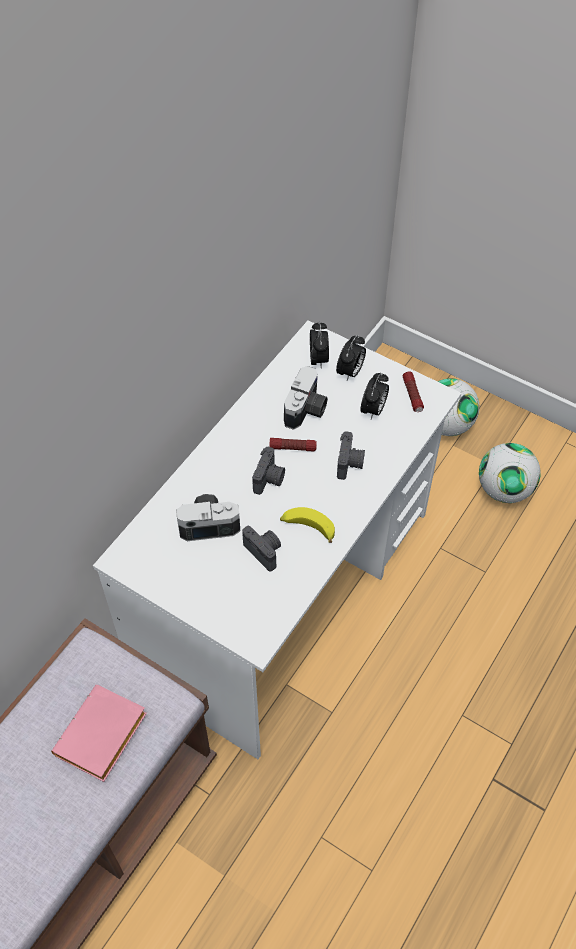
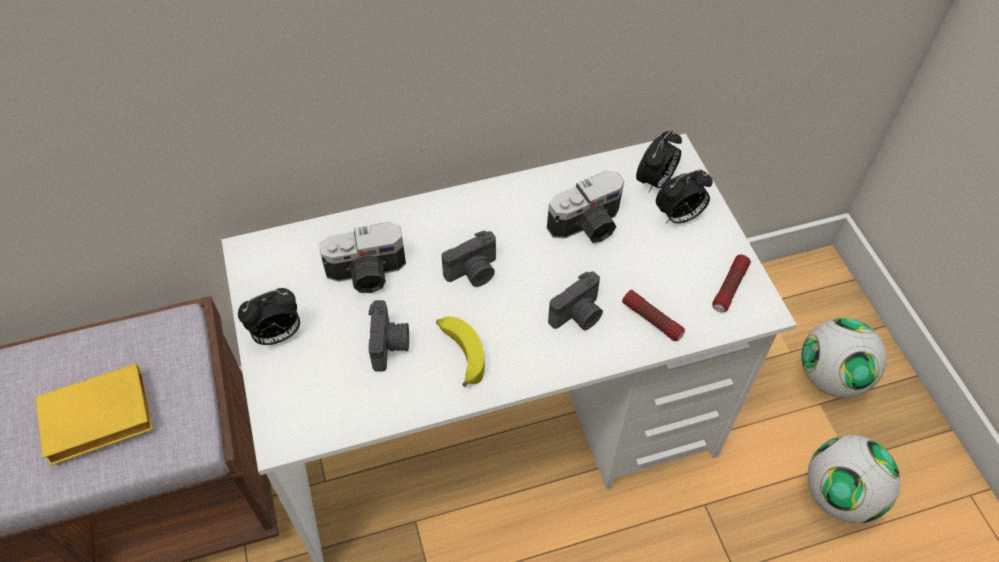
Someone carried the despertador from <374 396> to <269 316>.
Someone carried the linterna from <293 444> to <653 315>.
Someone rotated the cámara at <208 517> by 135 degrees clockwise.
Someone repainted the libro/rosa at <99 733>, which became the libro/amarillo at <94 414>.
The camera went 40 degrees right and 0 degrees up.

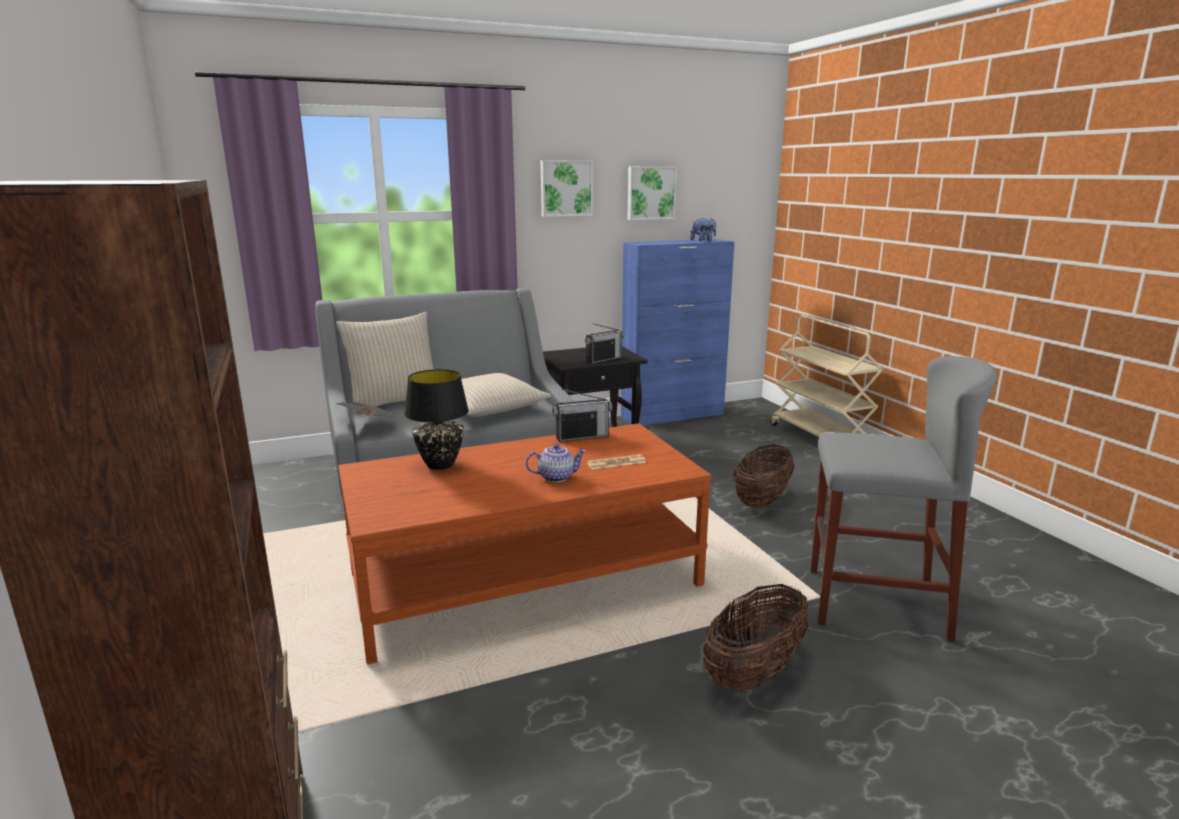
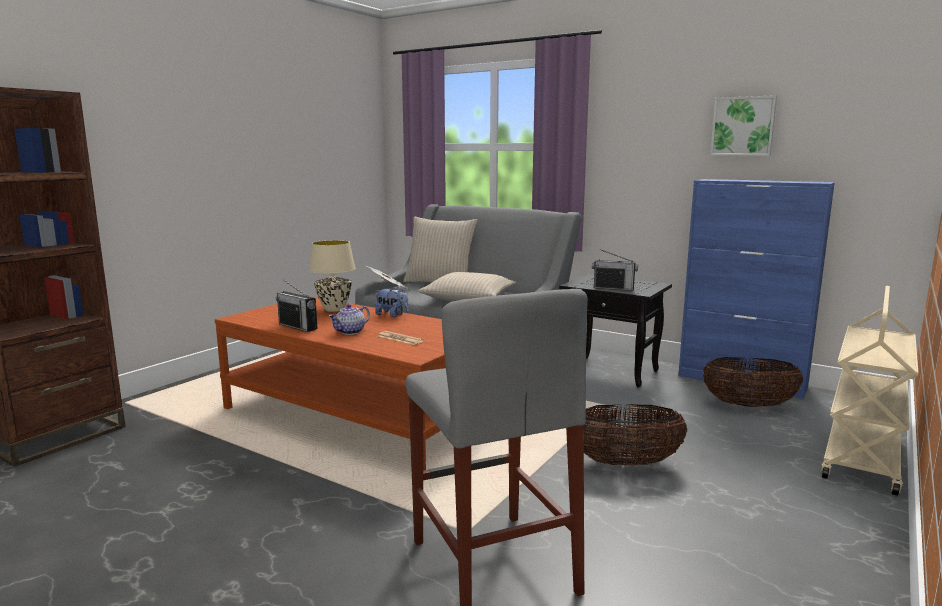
Someone took away the cuadro at <567 188>.
Someone carried the peluche from <703 229> to <392 302>.
Someone repainted the lámpara de mesa/negro at <436 419>, which became the lámpara de mesa/beis at <332 276>.
Someone carried the radio from <582 415> to <296 305>.
Someone rotated the tetera at <556 463> by 90 degrees clockwise.
Someone carried the cesta from <755 637> to <752 382>.
The camera went 55 degrees right and 5 degrees down.

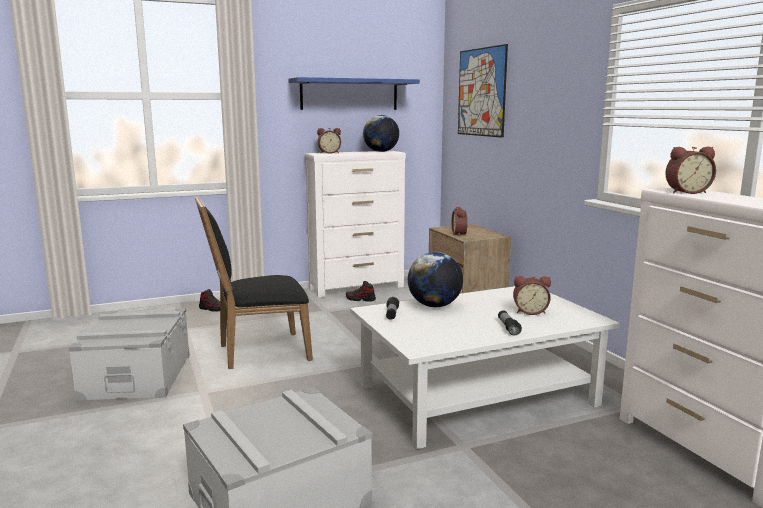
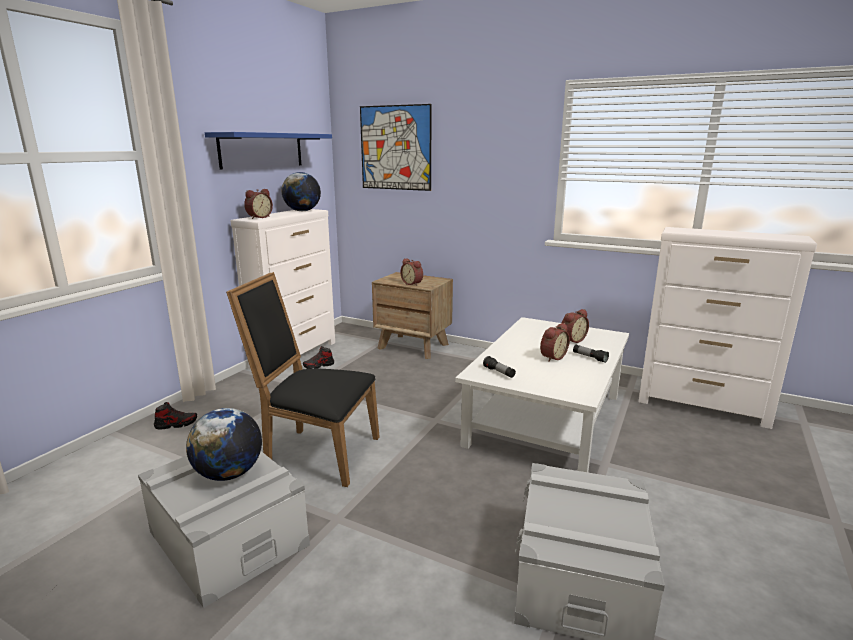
Someone carried the despertador from <690 170> to <555 342>.
Someone rotated the silla/negro at <254 282> by 75 degrees clockwise.
Someone carried the globo terráqueo from <435 279> to <224 444>.
The camera went 40 degrees left and 5 degrees up.

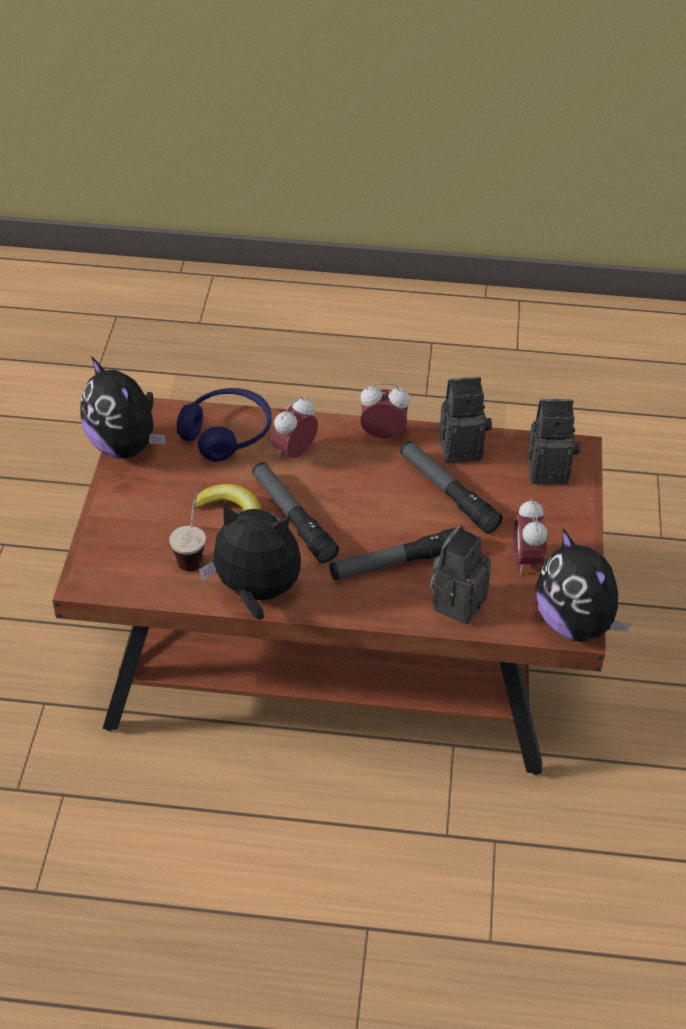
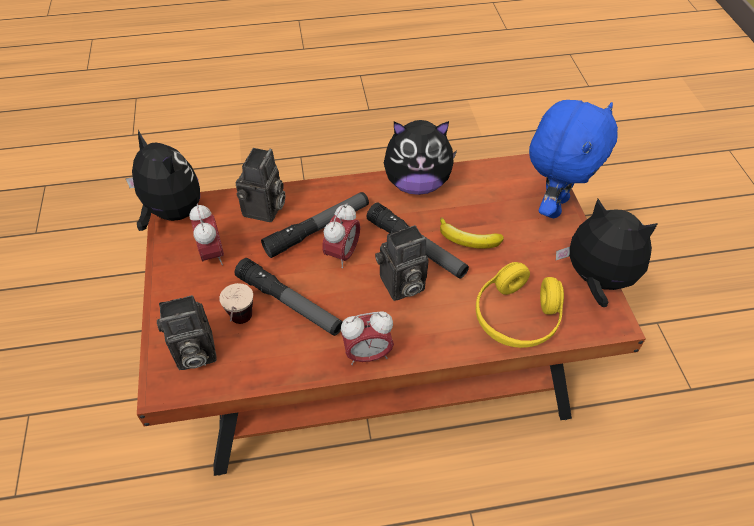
Someone carried the cámara from <466 420> to <402 263>.
Someone repainted the auriculares/azul at <224 425>, which became the auriculares/amarillo at <520 305>.
Someone carried the despertador from <294 428> to <341 235>.
Someone carried the taza from <187 529> to <236 303>.
Someone put down the peluche/azul at <573 159>.
The camera went 165 degrees right and 5 degrees up.

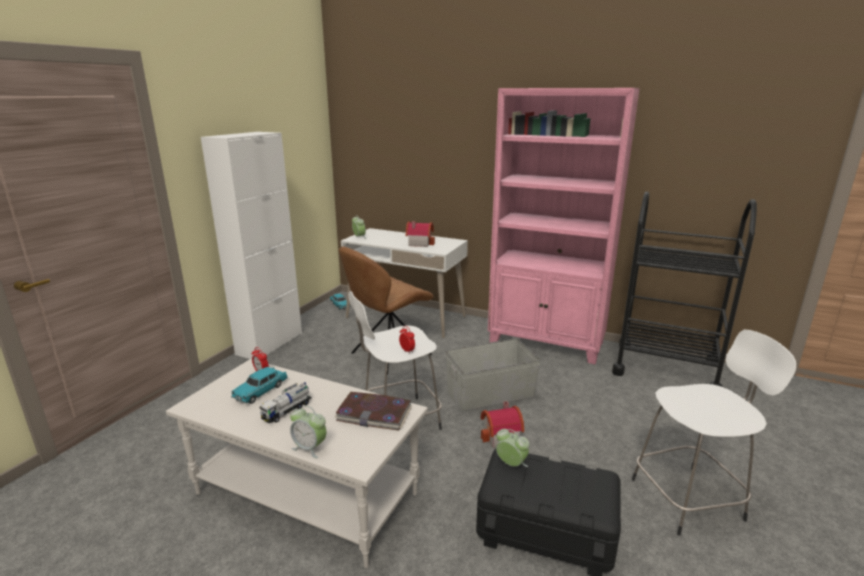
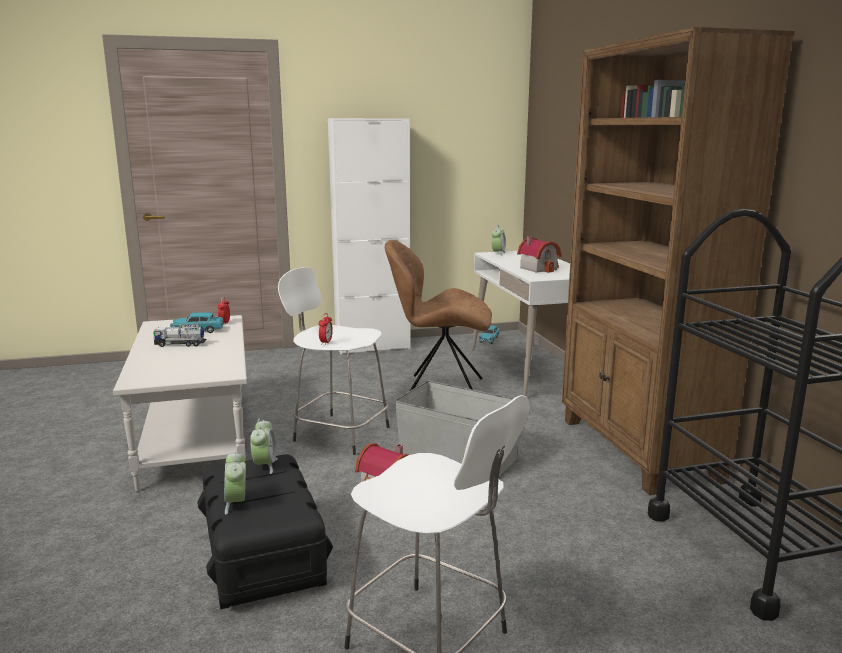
Someone repainted the estantería/rosa at <564 226>, which became the estantería/marrón at <678 261>.
Someone took away the libro at <373 411>.
Someone carried the despertador from <308 432> to <235 482>.
The camera went 50 degrees right and 5 degrees down.

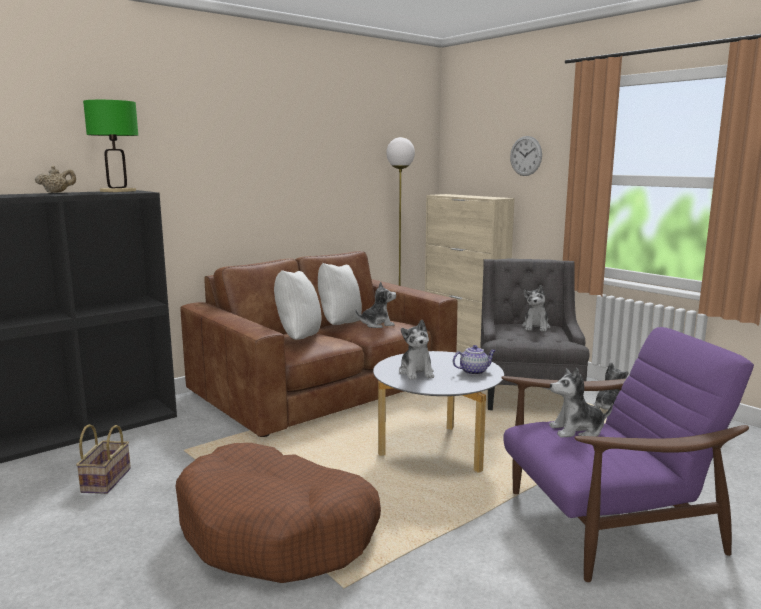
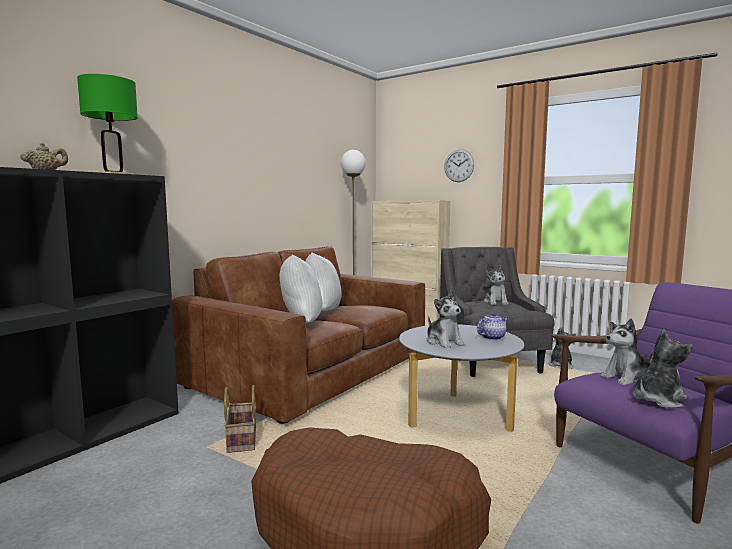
Someone carried the peluche from <375 305> to <662 368>.
Someone carried the cesta from <103 459> to <240 419>.
The camera went 15 degrees left and 5 degrees down.

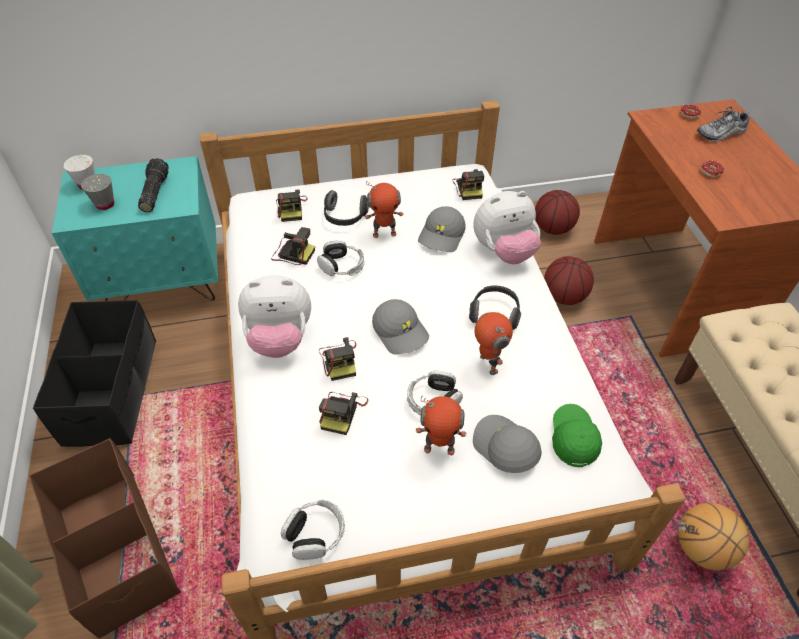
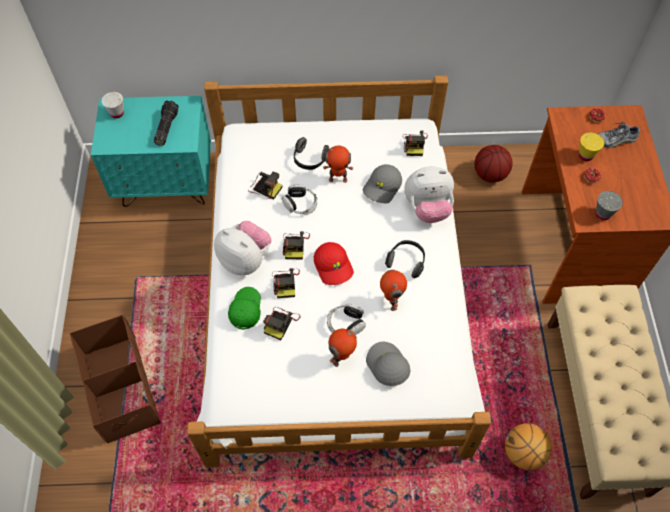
Someone carried the taza/gris from <97 192> to <609 205>.
Someone carried the cámara from <292 205> to <296 245>.
Someone took away the balón de baloncesto at <569 280>.
Someone rotated the peluche at <274 316> by 150 degrees counterclockwise.
Someone repainted the gorra/gris at <400 326>, which became the gorra/rojo at <334 263>.
Someone took away the caja de almacenaje/negro at <94 373>.
Someone rotated the robot de juguete at <441 425> by 120 degrees clockwise.
Someone carried the gorra/verde from <577 435> to <244 308>.
Someone took away the auriculares at <313 530>.
Someone put down the taza/amarillo at <591 146>.
The camera went 10 degrees right and 10 degrees up.

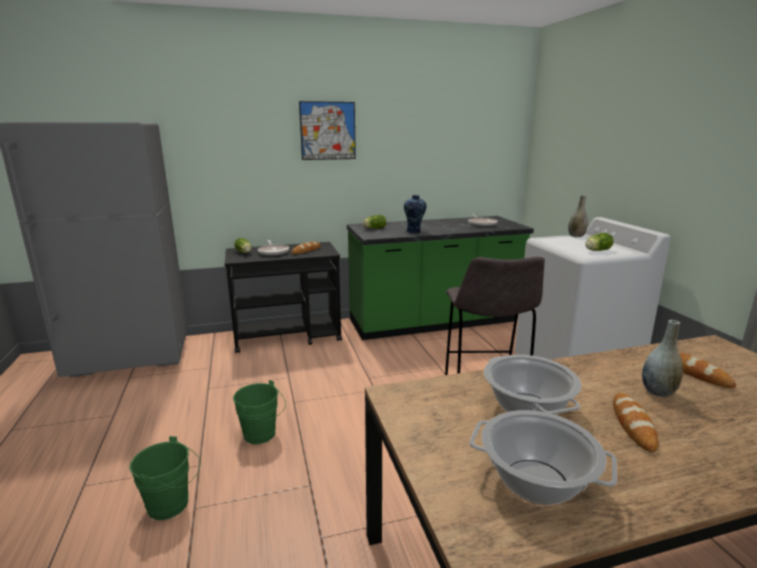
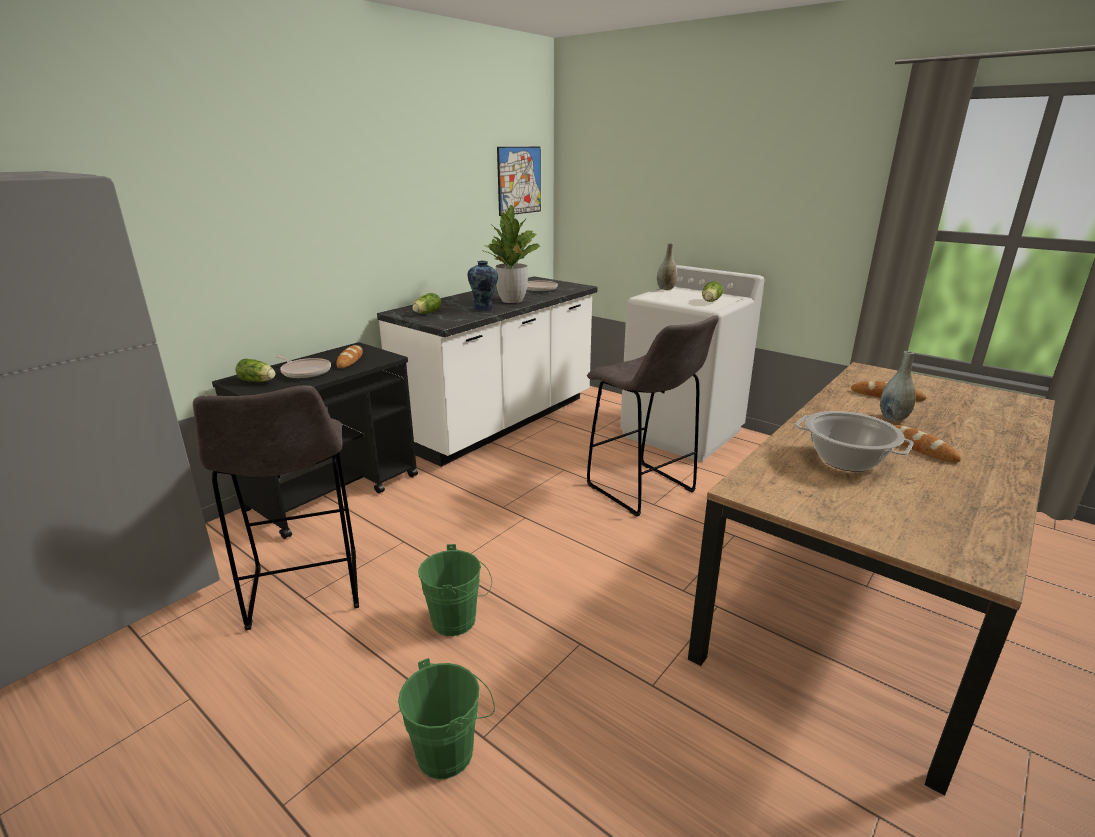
Someone carried the cuadro from <327 130> to <519 181>.
Someone repainted the mueble bajo de cocina/verde at <440 278>, which became the mueble bajo de cocina/blanco at <487 371>.
Someone took away the olla at <543 457>.
Someone put down the planta en maceta at <510 254>.
Someone put down the taburete/gris at <276 508>.
The camera went 35 degrees left and 5 degrees up.

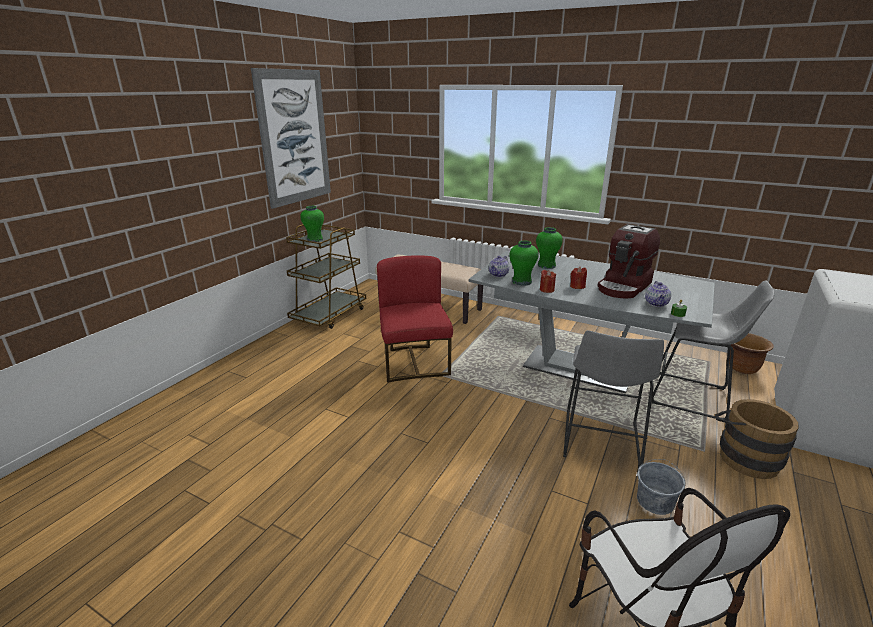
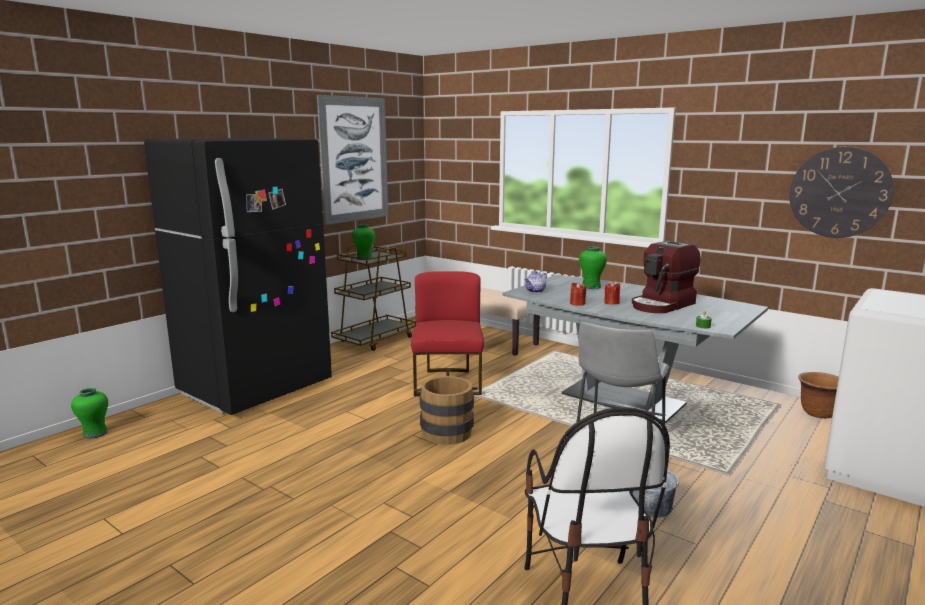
Someone carried the florero/verde from <524 263> to <89 413>.
Someone took away the taburete/gris at <713 350>.
Someone took away the tetera at <658 294>.
Someone carried the cubo/marrón from <757 439> to <446 410>.
Someone put down the nevera/negro at <238 276>.
Someone put up the reloj de pared at <842 192>.
The camera went 10 degrees right and 10 degrees down.

